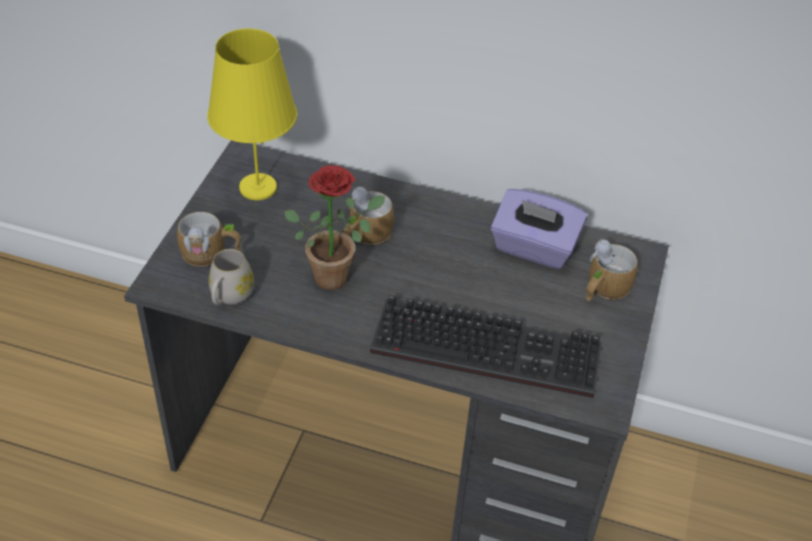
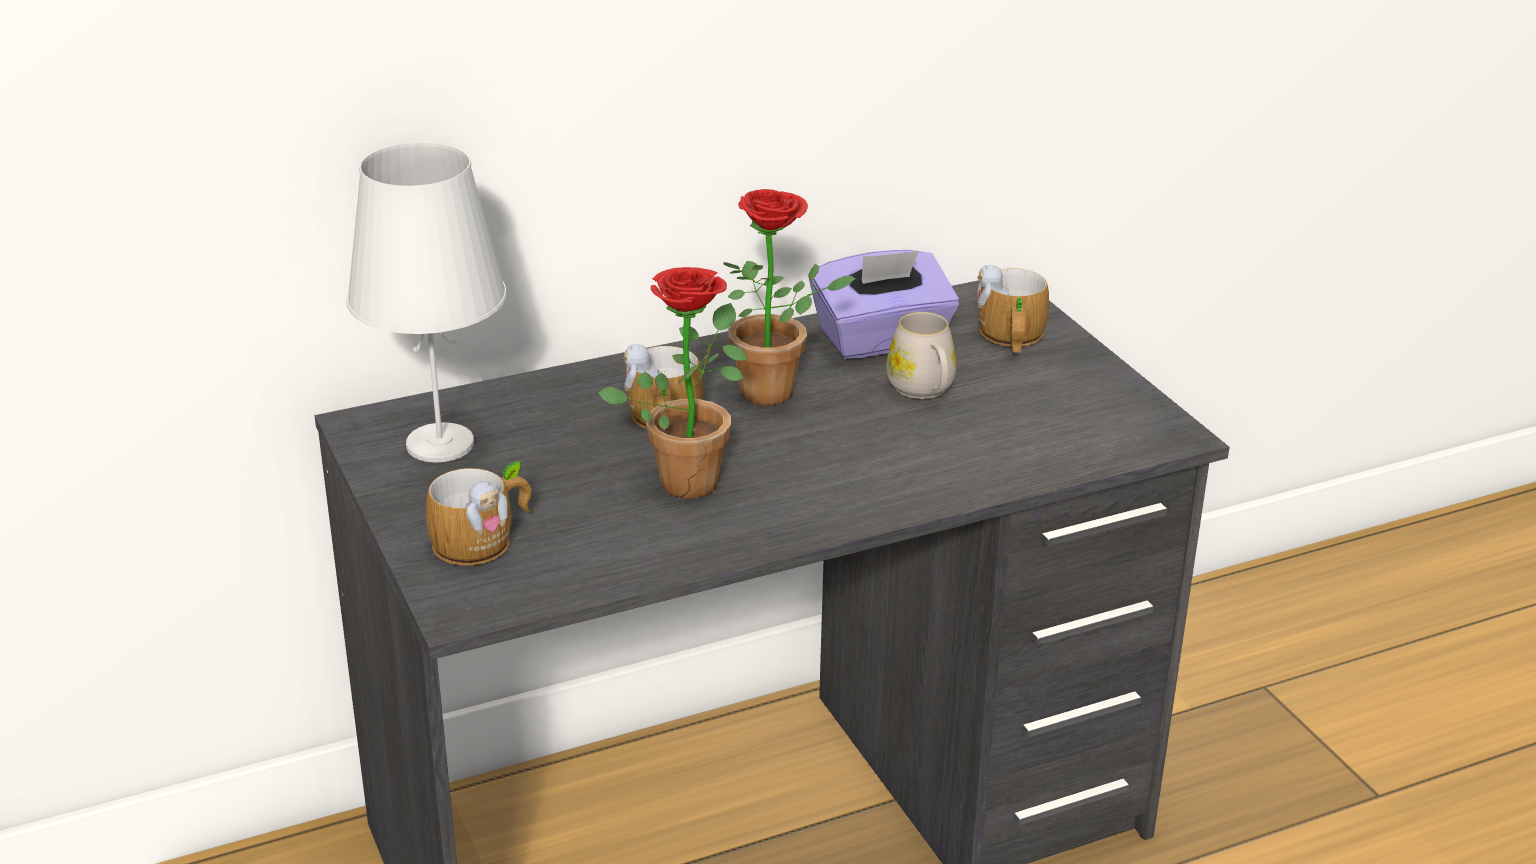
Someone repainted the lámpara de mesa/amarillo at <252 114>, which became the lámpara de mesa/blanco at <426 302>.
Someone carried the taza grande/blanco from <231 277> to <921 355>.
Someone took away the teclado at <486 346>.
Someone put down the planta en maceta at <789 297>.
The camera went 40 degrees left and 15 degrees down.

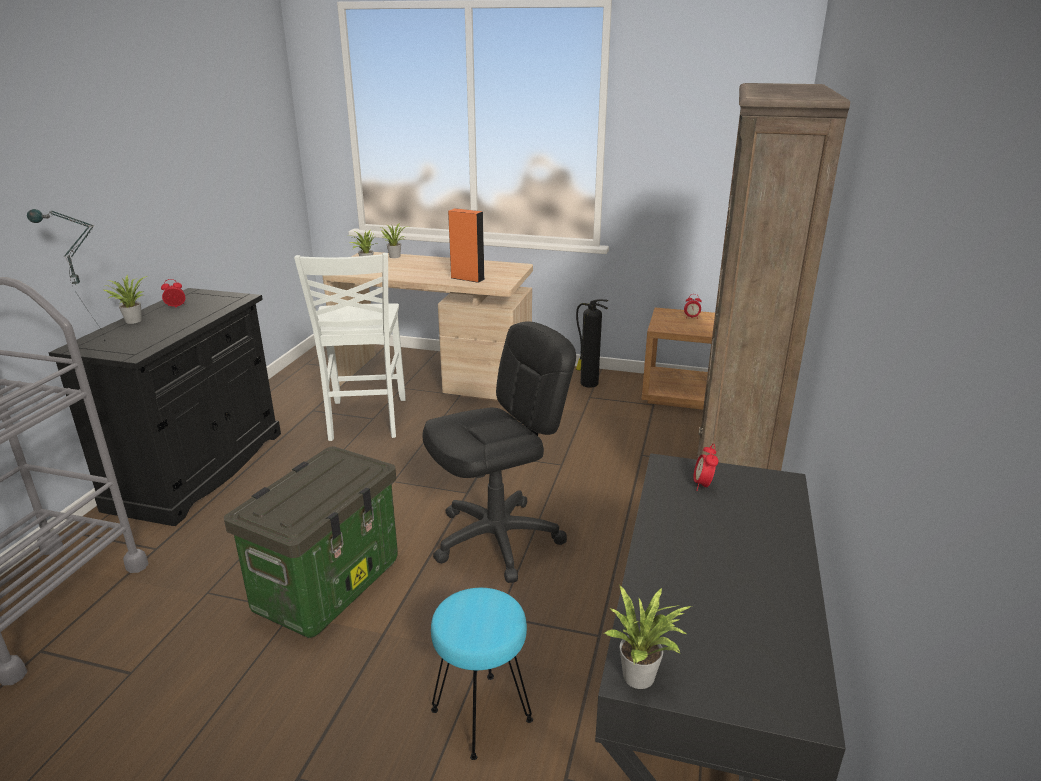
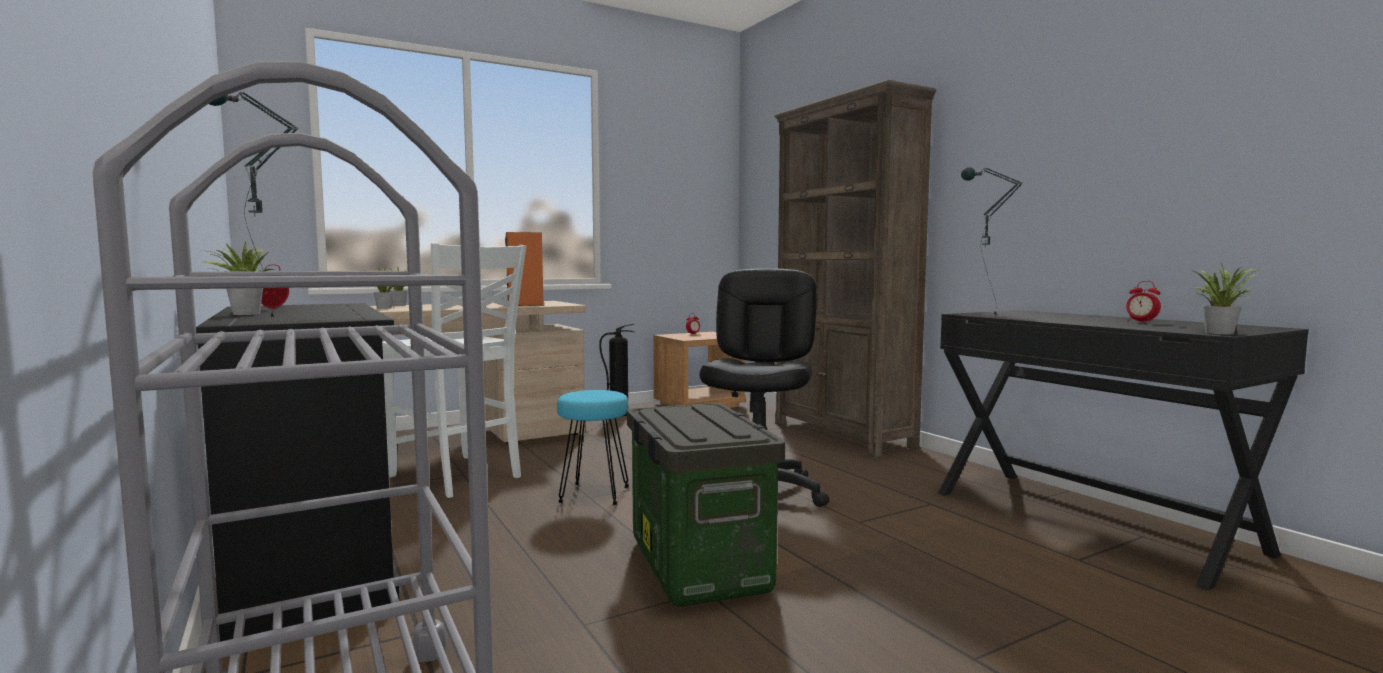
Someone carried the despertador from <706 467> to <1143 302>.
Someone carried the taburete/turquesa from <482 674> to <593 447>.
Someone put down the lámpara de mesa at <992 240>.
The camera went 45 degrees left and 20 degrees down.

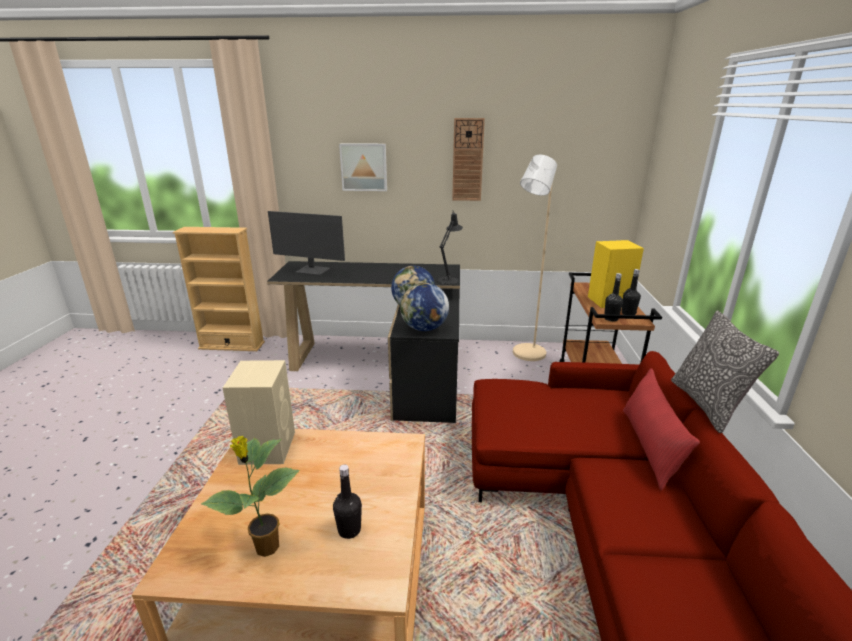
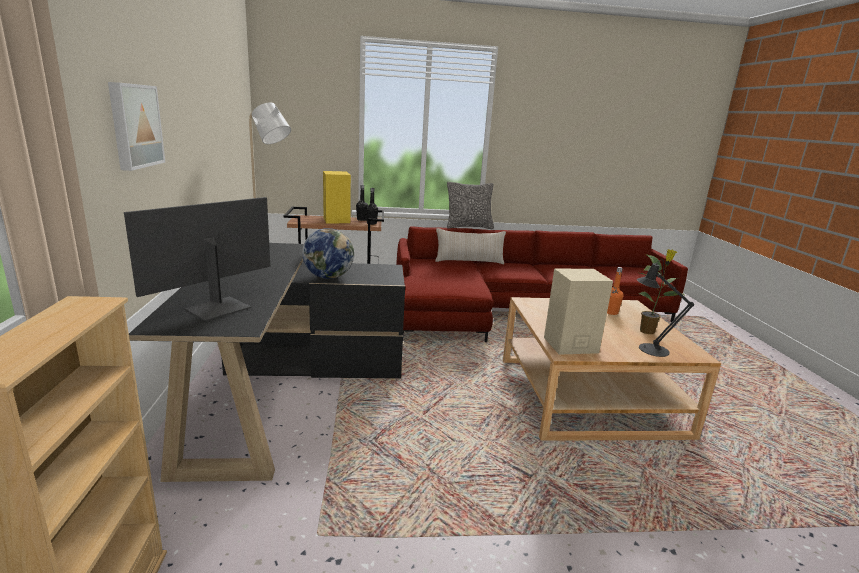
Someone took away the reloj de pared at <468 159>.
Someone rotated the monitor at <306 243> by 150 degrees counterclockwise.
Someone carried the lámpara de mesa/negro from <450 247> to <665 308>.
Someone took away the globo terráqueo at <424 307>.
Someone repainted the cojín/rojo at <661 429>, which became the cojín/beis at <470 246>.
Someone repainted the botella/negro at <347 501>, which became the botella/naranja at <615 291>.
The camera went 100 degrees left and 5 degrees down.

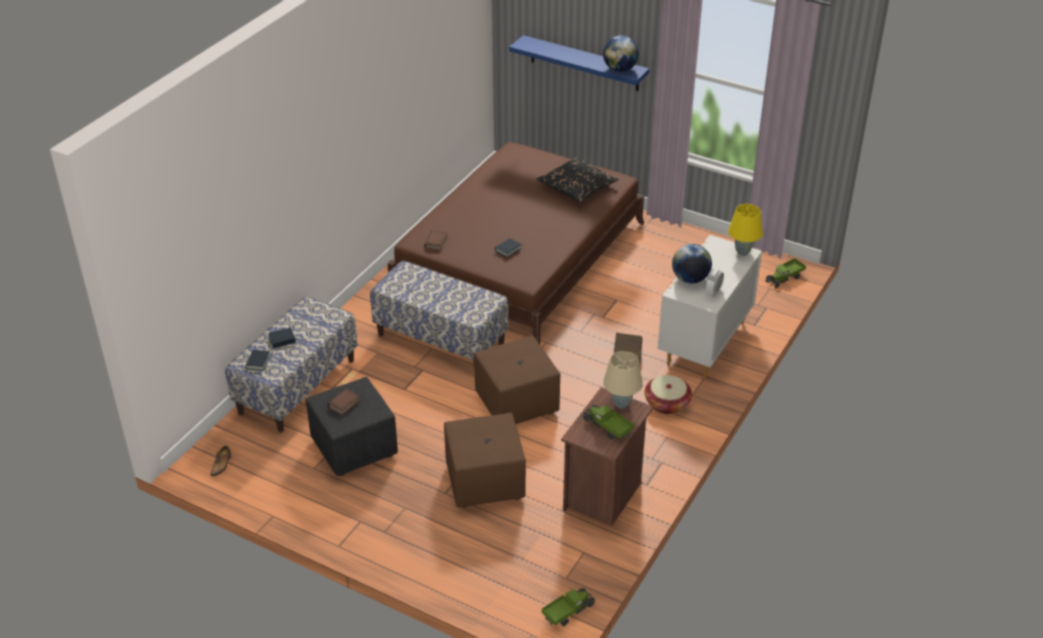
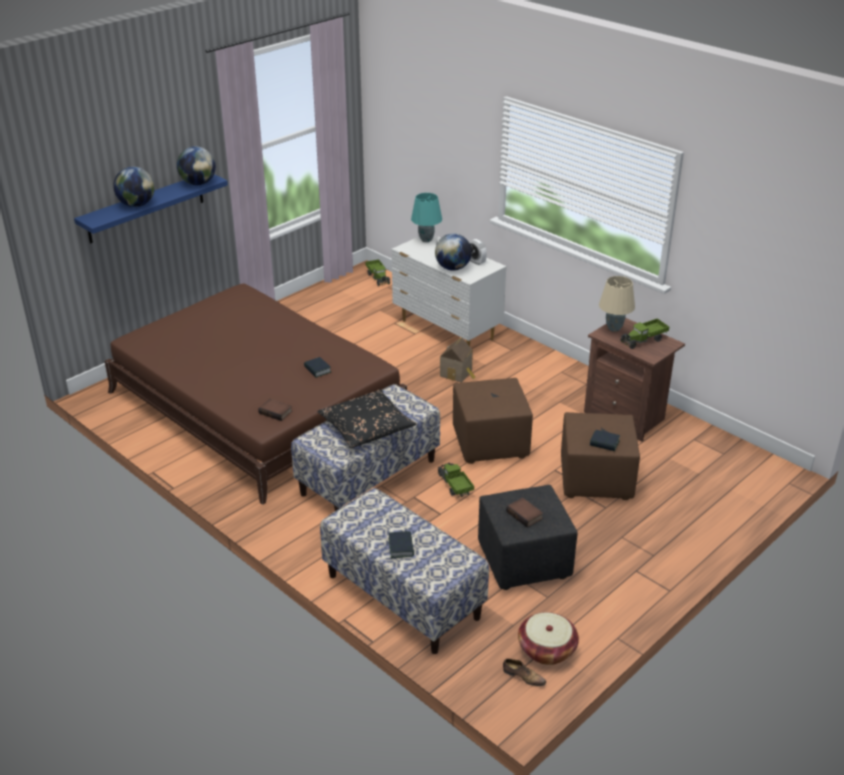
Someone carried the cojín/negro from <577 179> to <367 418>.
Someone repainted the lámpara de mesa/amarillo at <745 230>, which became the lámpara de mesa/turquesa at <426 217>.
Someone carried the libro from <258 360> to <605 440>.
Someone carried the cesta from <668 394> to <548 638>.
Someone carried the camión de juguete from <568 607> to <456 480>.
Someone put down the globo terráqueo at <134 187>.
The camera went 75 degrees left and 5 degrees down.

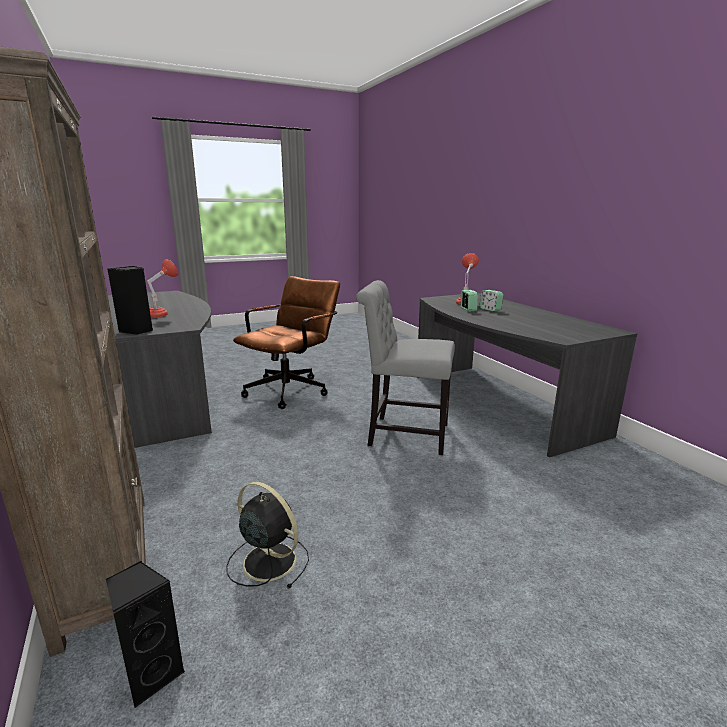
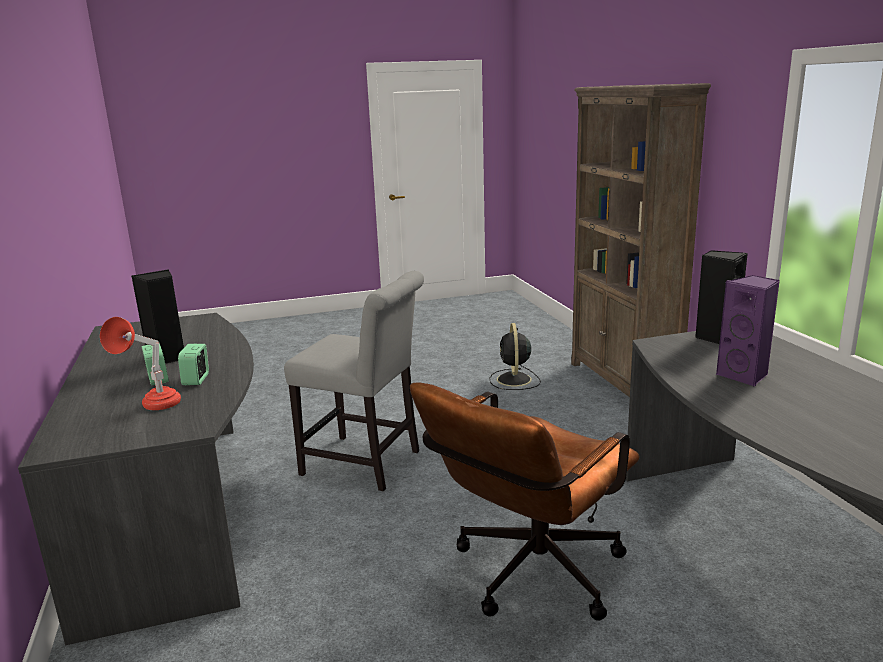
Someone swapped the lámpara de mesa/rojo at <162 288> for the altavoz/morado at <748 331>.
Someone rotated the ventilador/negro at <267 535> by 45 degrees clockwise.
Someone carried the altavoz/negro from <145 634> to <157 316>.
The camera went 170 degrees left and 0 degrees up.

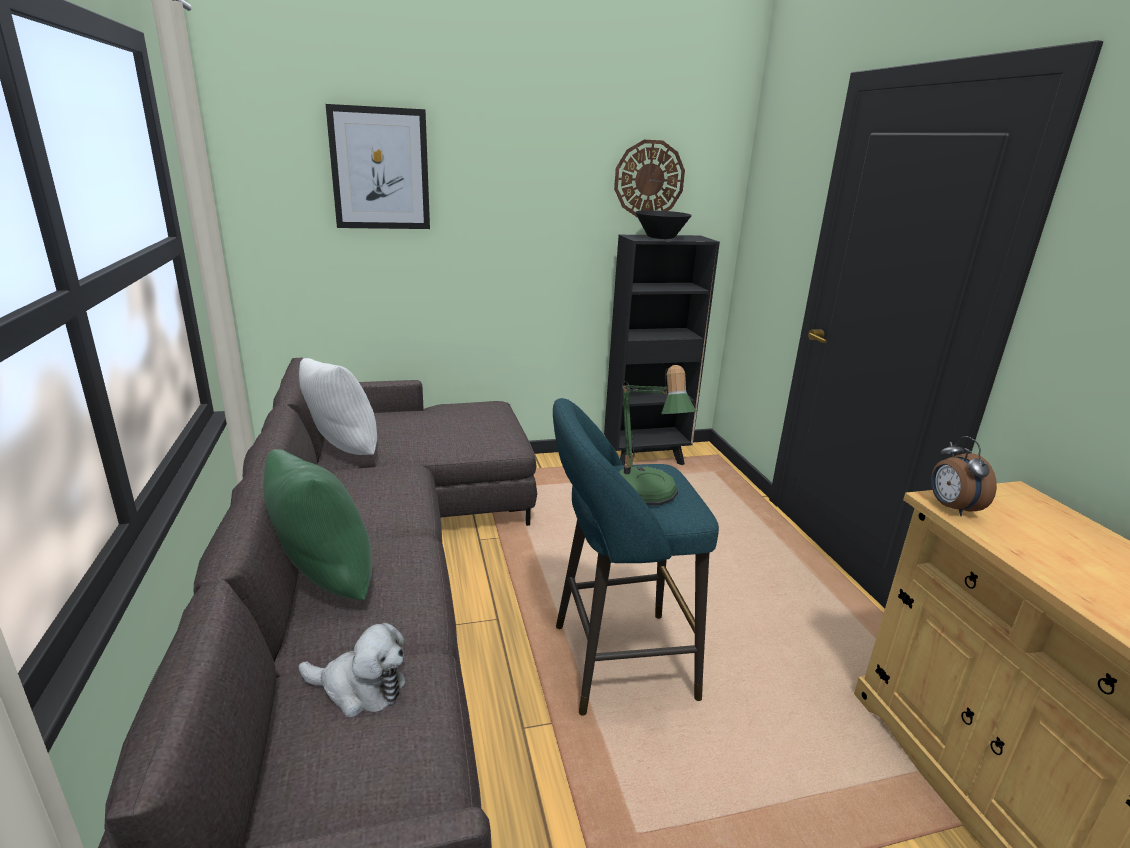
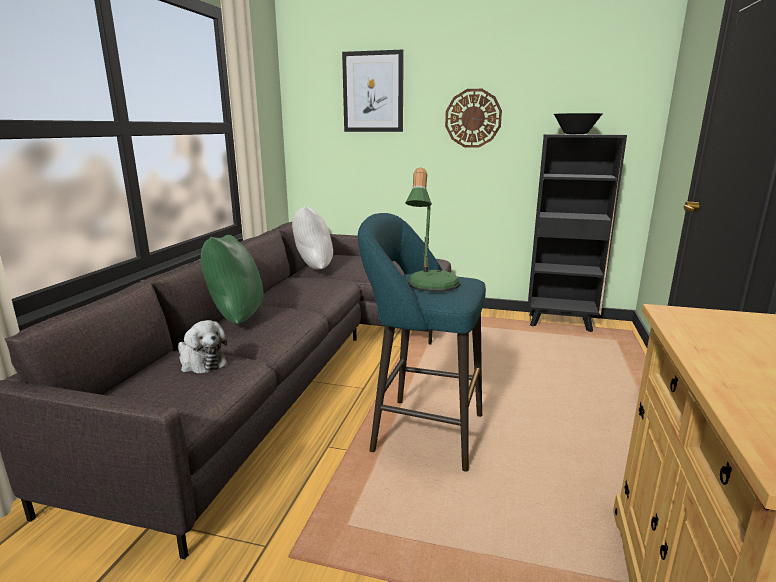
Someone carried the reloj de pared from <649 179> to <473 118>.
Someone took away the despertador at <964 476>.
The camera went 30 degrees right and 5 degrees down.

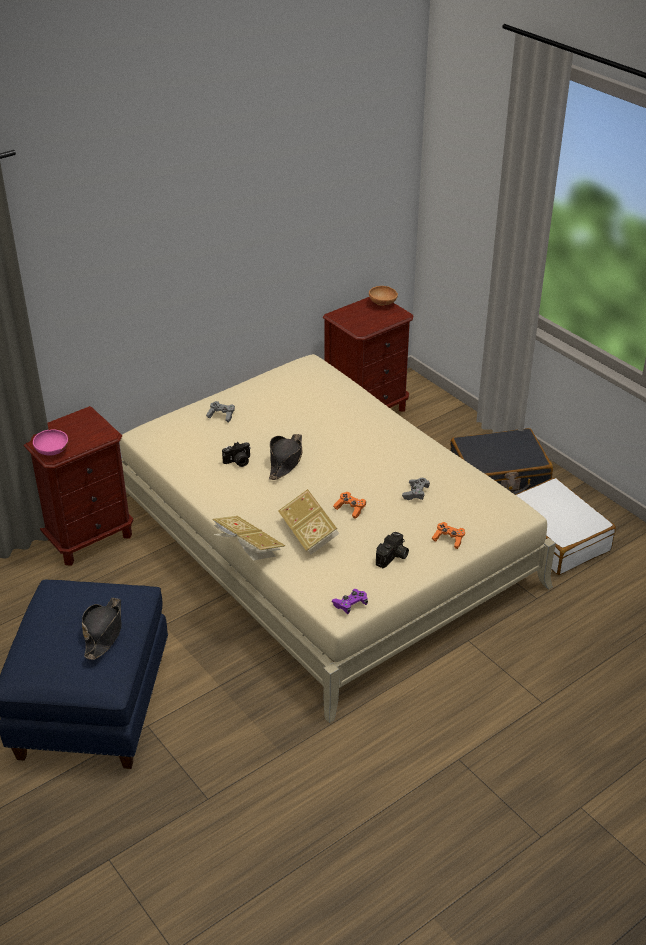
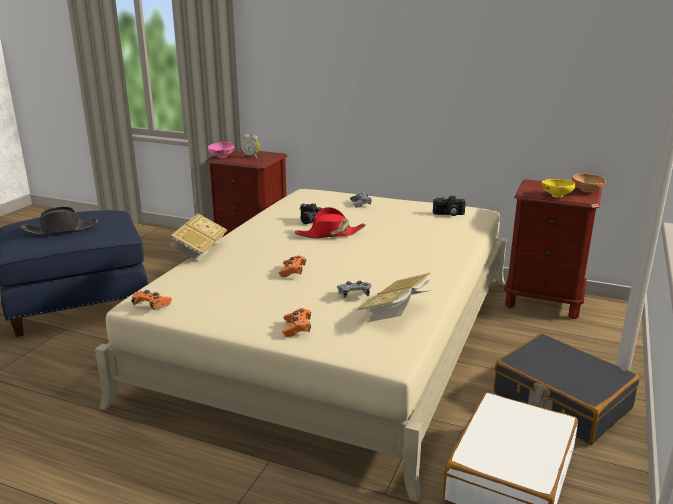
Someone repainted the sombrero/negro at <286 457>, which became the sombrero/rojo at <330 223>.
Someone carried the libro from <308 521> to <394 297>.
Someone carried the cámara from <392 550> to <449 206>.
Someone repainted the mando de consola/morado at <350 601>, which became the mando de consola/naranja at <151 300>.
Someone put down the despertador at <250 146>.
Someone put down the cuenco/amarillo at <559 188>.
The camera went 60 degrees right and 15 degrees down.

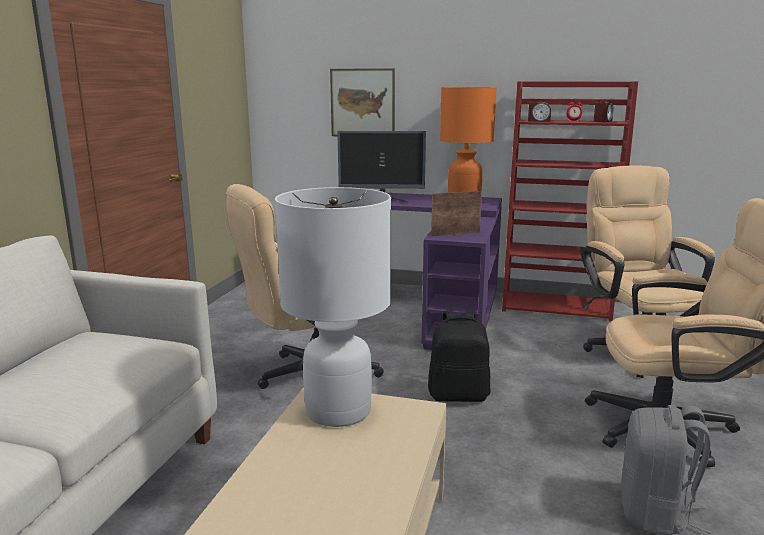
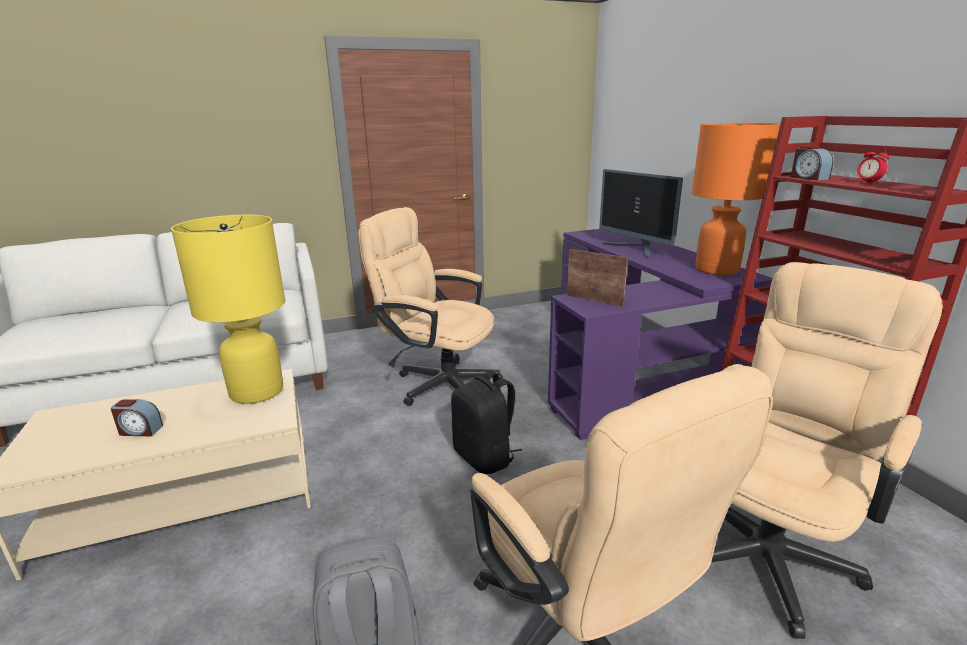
Someone took away the cuadro at <362 102>.
Someone carried the despertador from <604 111> to <137 417>.
Someone repainted the lámpara de mesa/blanco at <333 307>, which became the lámpara de mesa/amarillo at <228 309>.
The camera went 55 degrees right and 5 degrees up.

